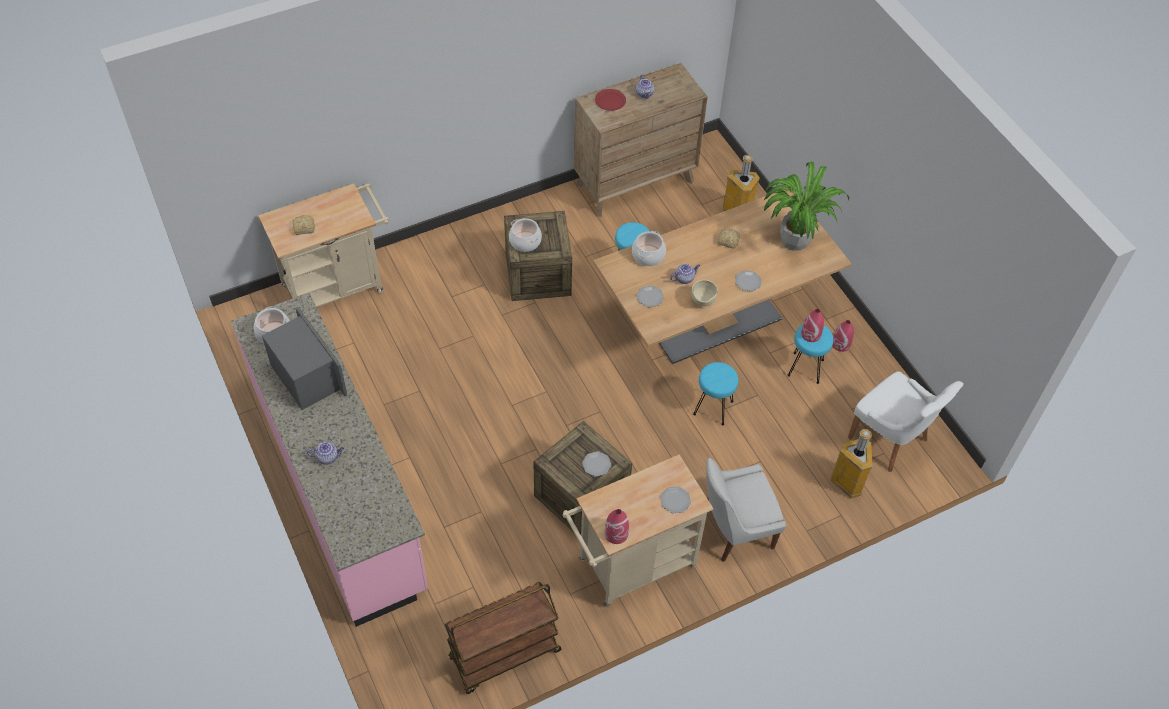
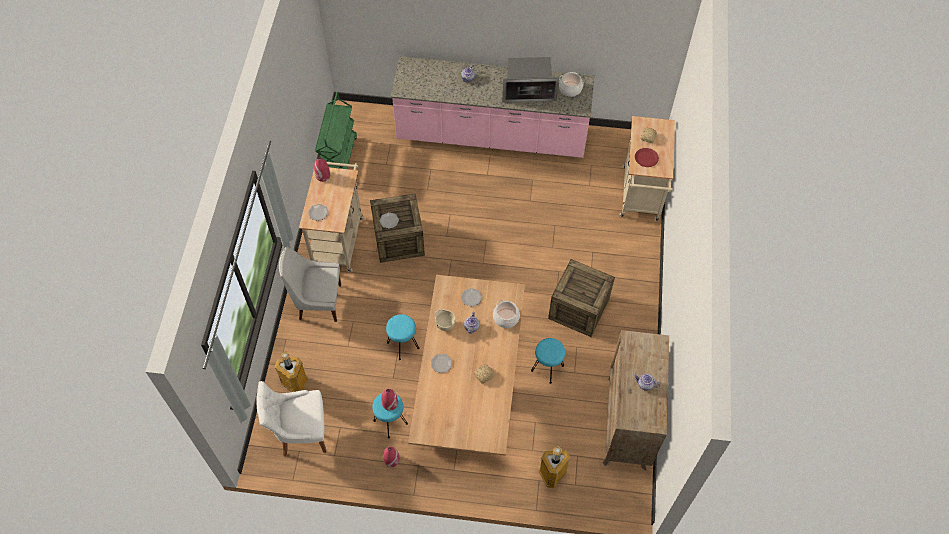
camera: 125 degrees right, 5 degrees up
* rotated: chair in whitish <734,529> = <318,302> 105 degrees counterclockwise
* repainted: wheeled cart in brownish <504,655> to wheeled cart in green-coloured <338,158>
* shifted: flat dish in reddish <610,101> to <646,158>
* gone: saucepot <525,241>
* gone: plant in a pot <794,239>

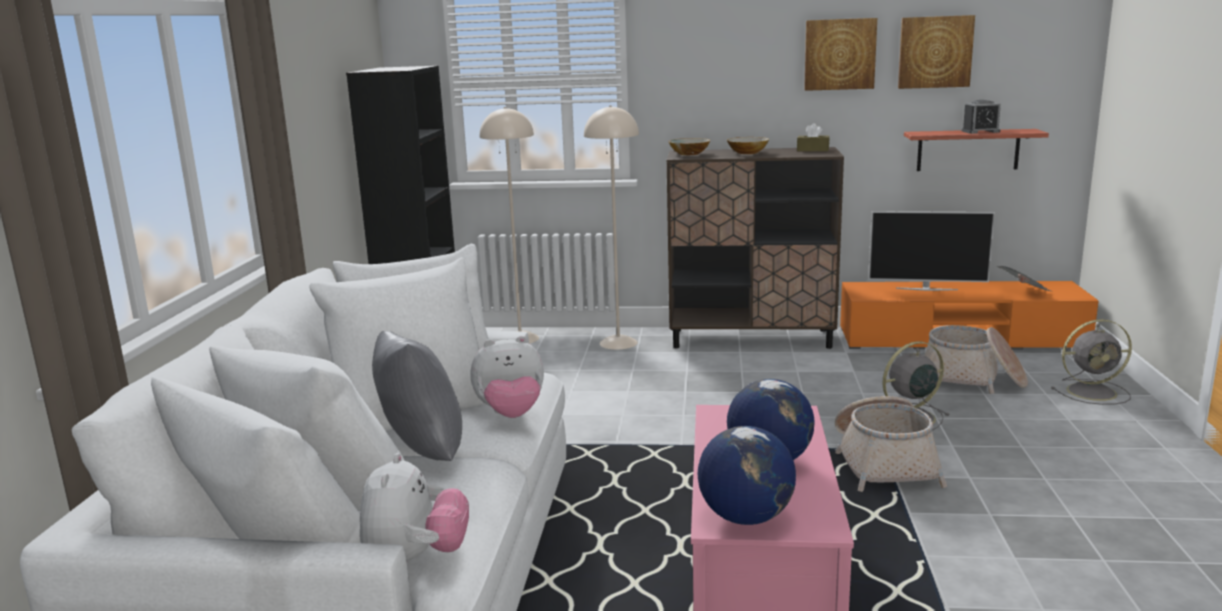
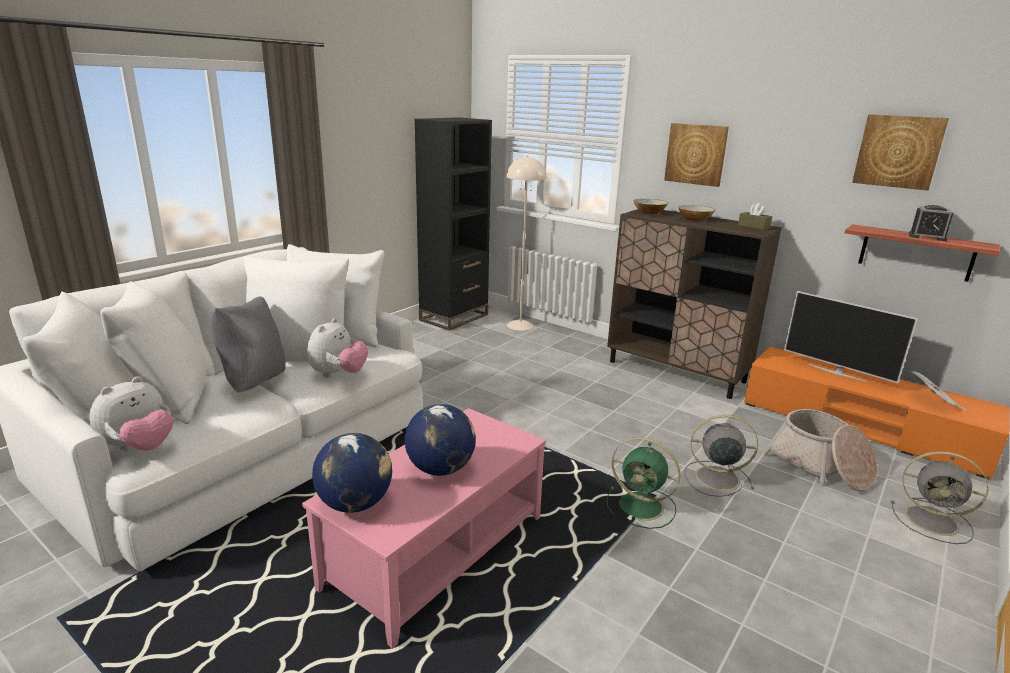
camera: 30 degrees right, 5 degrees up
* rotated: cuddly toy <511,414> = <338,374> 90 degrees counterclockwise
* swapped: basket <884,463> to cooling fan in green-coloured <642,506>
* shifted: picture <839,54> to <696,154>
* gone: standing lamp in beige-coloured <618,342>

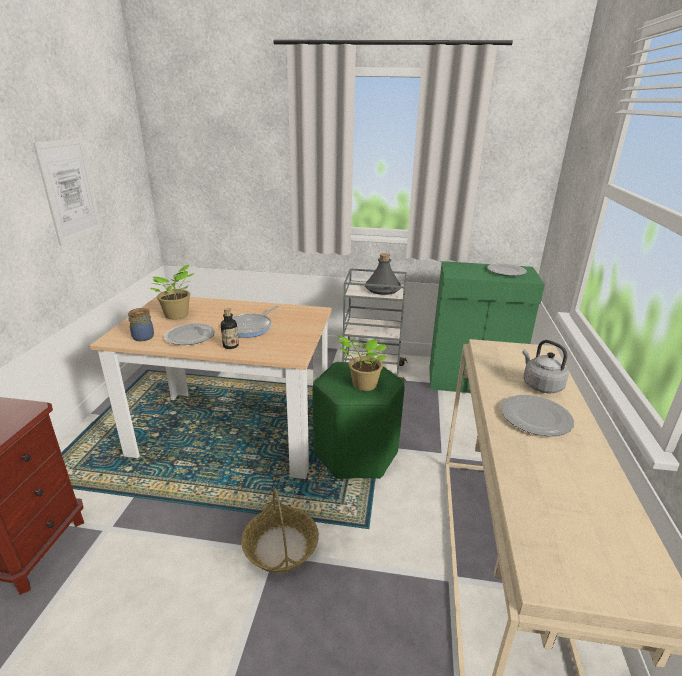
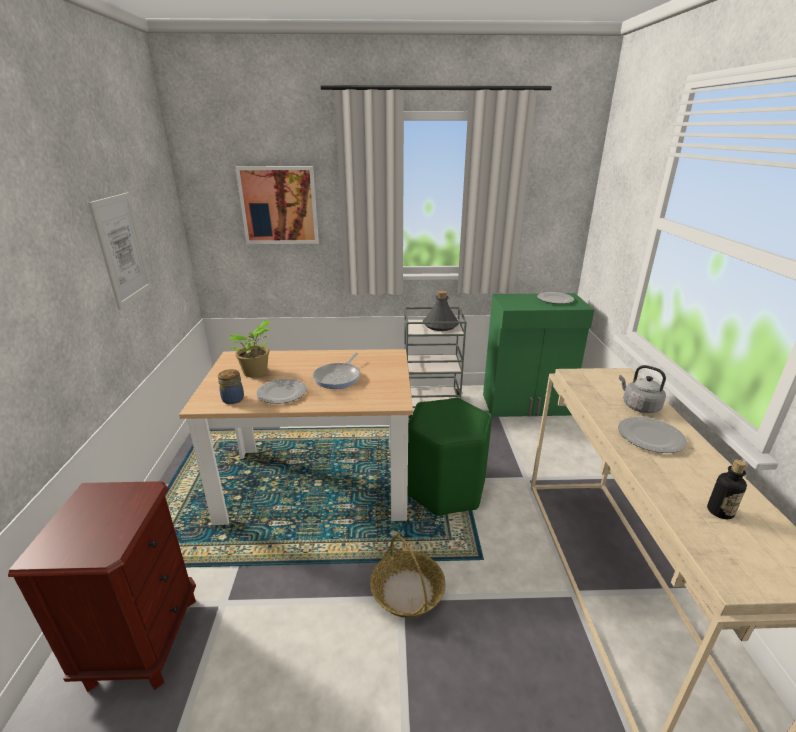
camera: 10 degrees left, 0 degrees up
* new: picture <279,205>
* shifted: bottle <230,346> to <720,511>
* gone: plant in a pot <362,385>

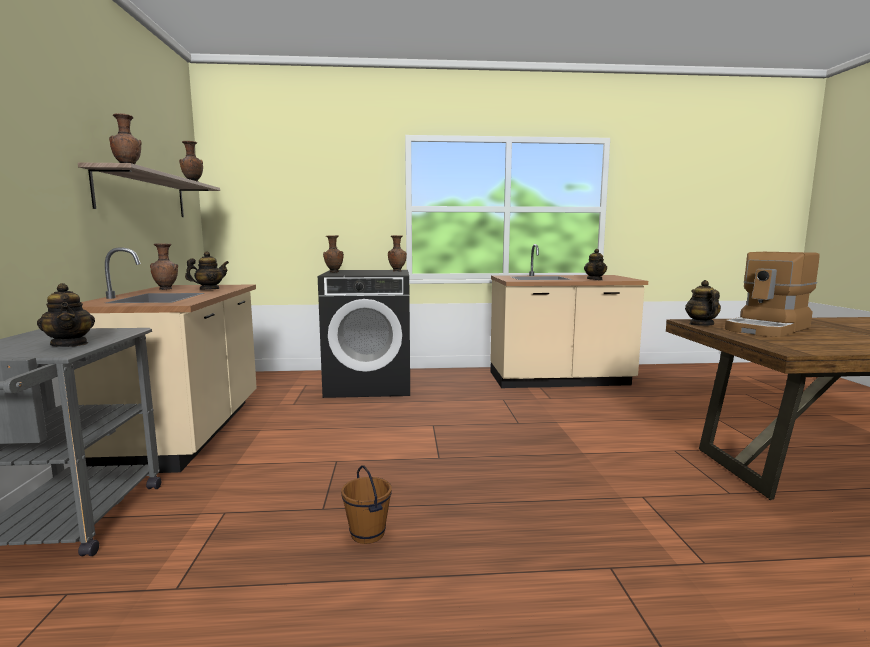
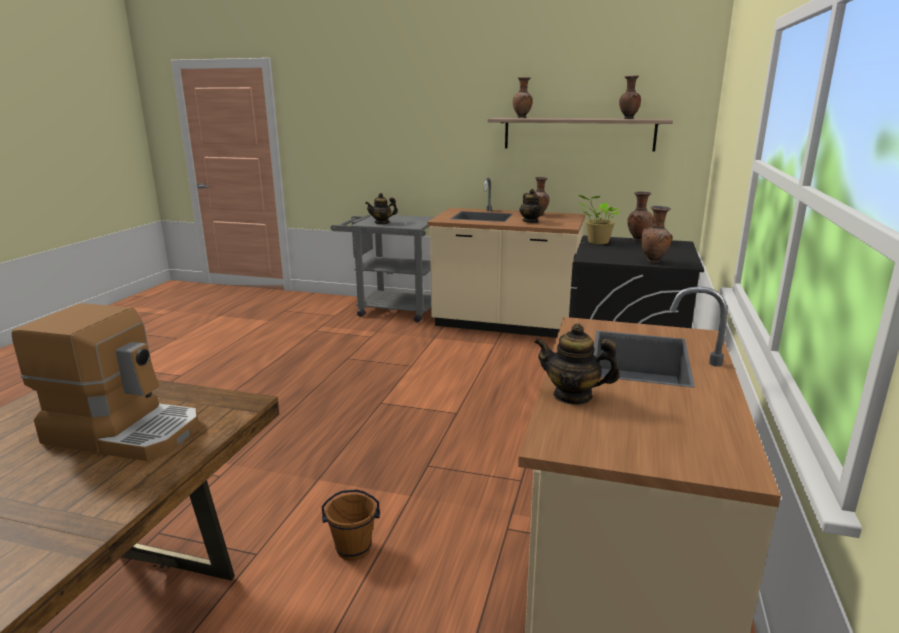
camera: 110 degrees right, 10 degrees up
* rotated: coffee machine <768,329> = <125,431> 120 degrees clockwise
* shifted: pail in brownish <367,534> to <353,548>
* new: plant in a pot <596,242>
* gone: teapot <701,324>

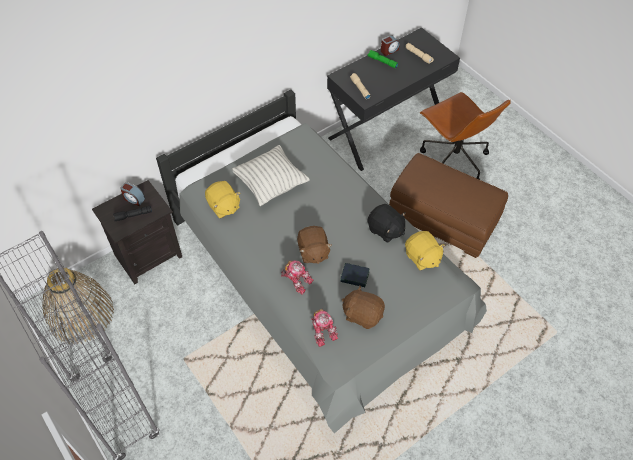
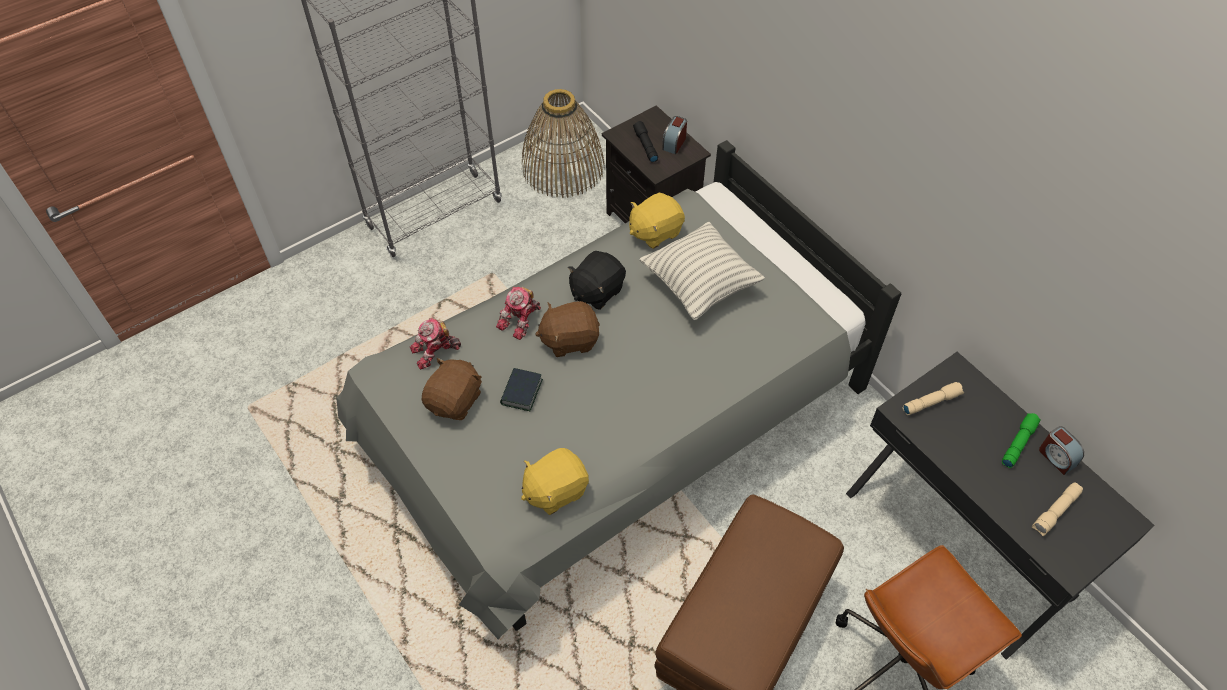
camera: 90 degrees right, 0 degrees up
* shifted: cuddly toy in black-coloured <385,230> to <596,291>

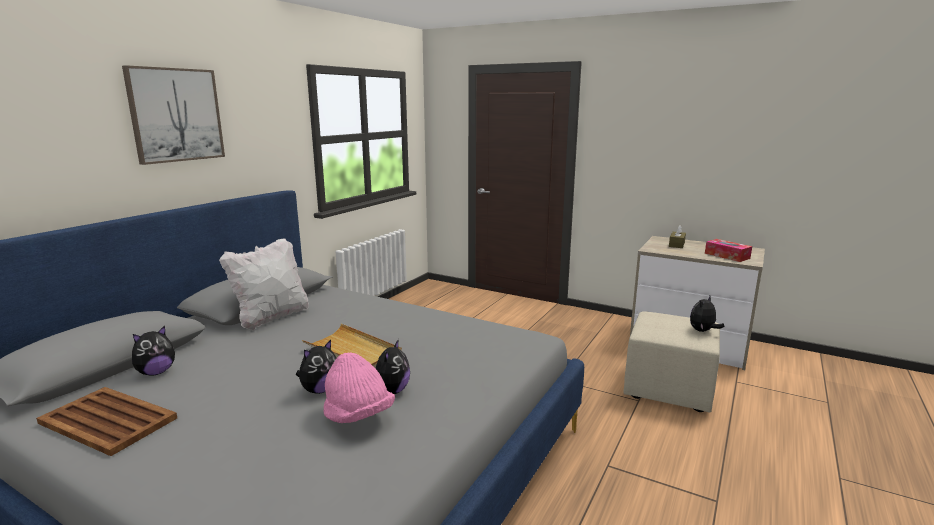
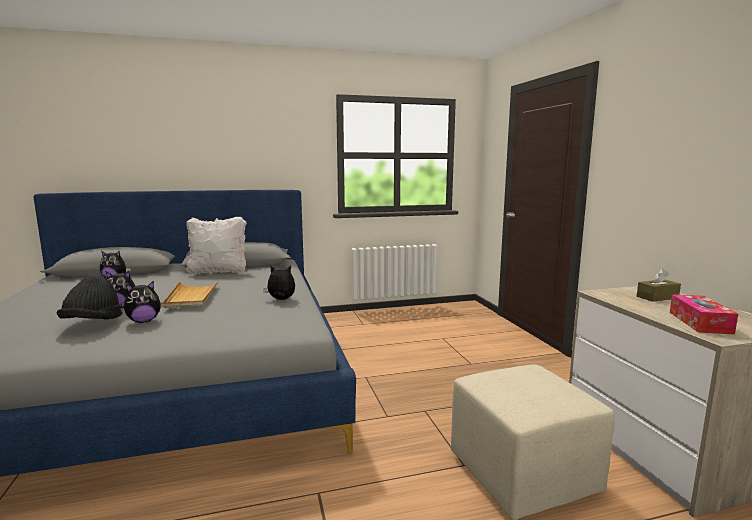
camera: 45 degrees right, 5 degrees down
* repainted: clothing hat in pink <358,415> to clothing hat in black-coloured <93,323>
* shifted: cuddly toy <703,331> to <281,300>
* gone: tray in brownish <108,421>
* gone: picture <176,115>

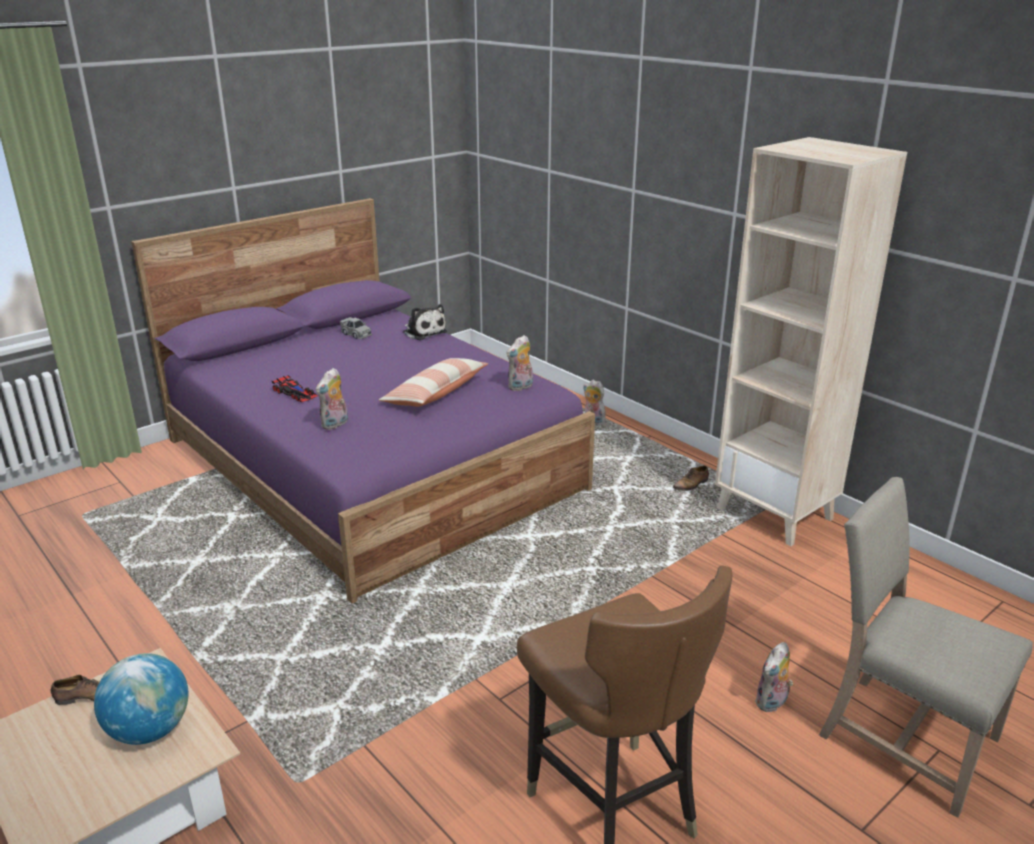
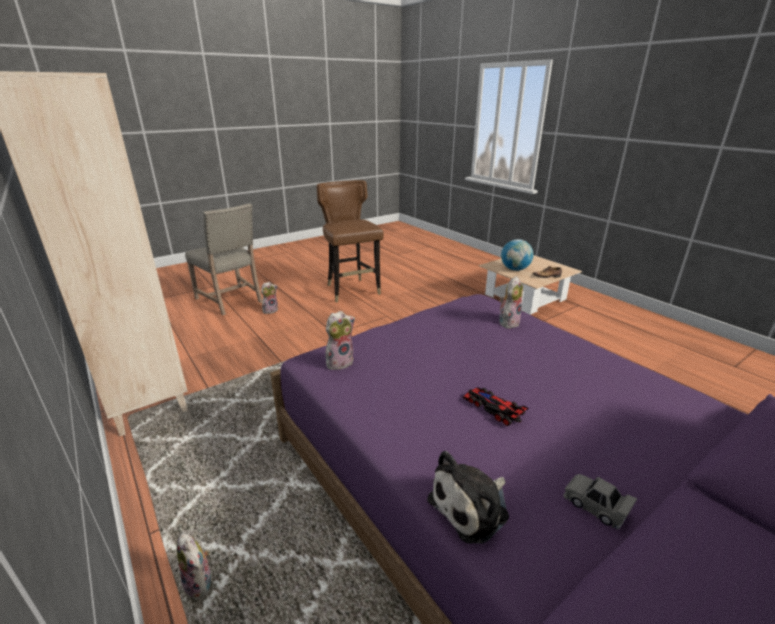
camera: 175 degrees left, 0 degrees up
* rotated: cuddly toy <423,332> = <472,507> 90 degrees counterclockwise
* shifted: model car <295,393> to <493,407>
* gone: throw pillow <435,393>
* gone: low shoe <691,485>

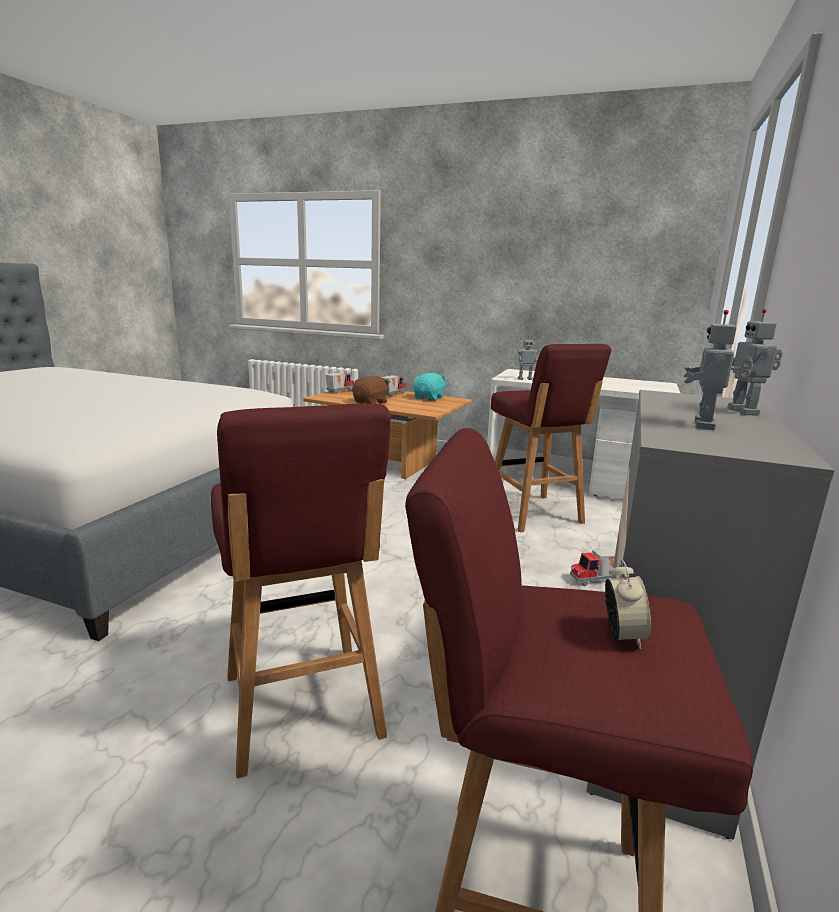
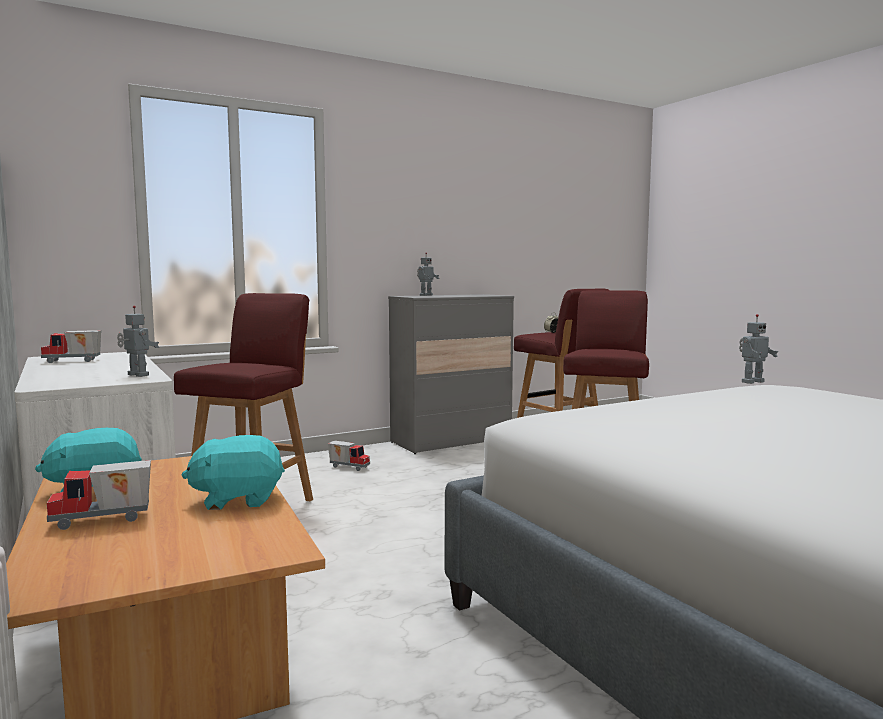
camera: 140 degrees left, 10 degrees down
* shifted: model truck <339,391> to <72,361>
* repainted: cuddly toy in brownish <371,403> to cuddly toy in turquoise <237,499>
* shifted: toy robot <706,425> to <751,382>

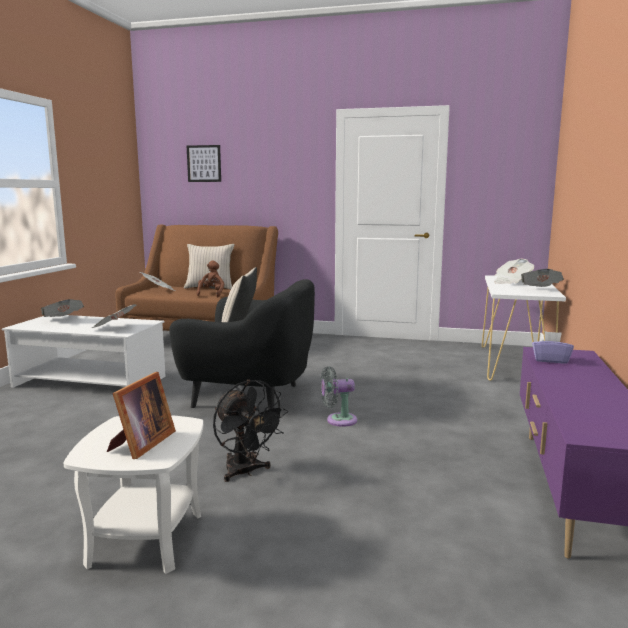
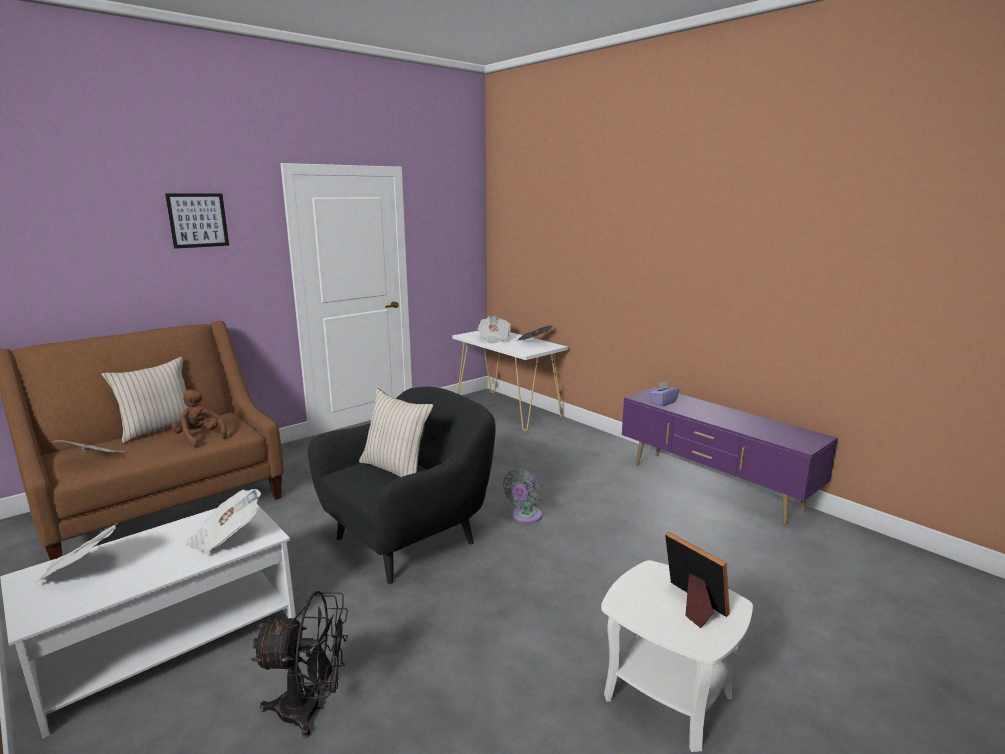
camera: 55 degrees left, 5 degrees up
* shifted: picture <204,163> to <198,220>
* shifted: cooling fan in black-coloured <246,472> to <311,709>

